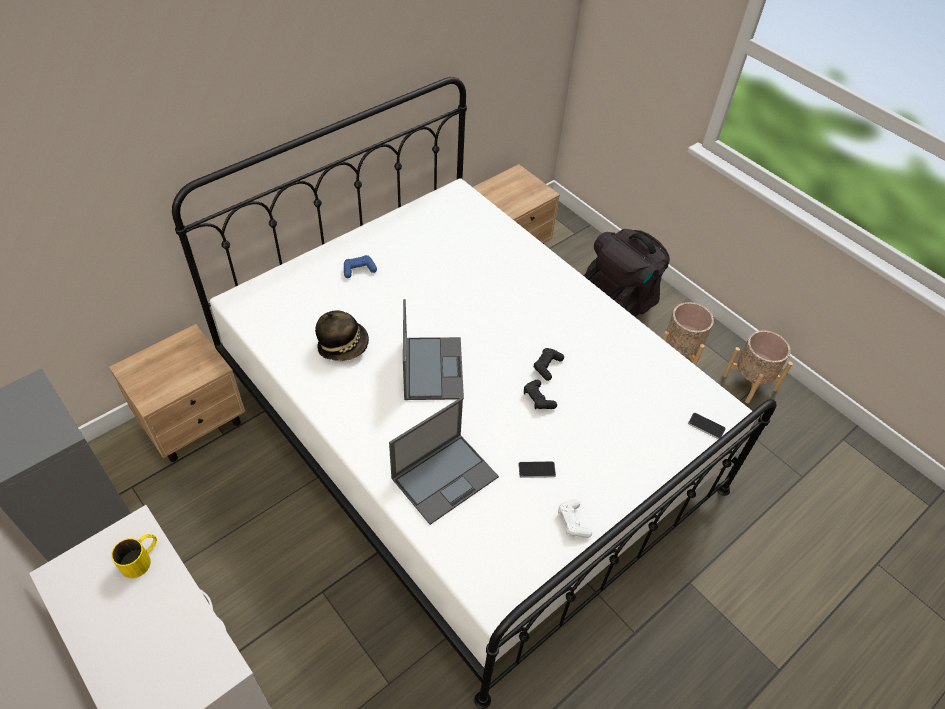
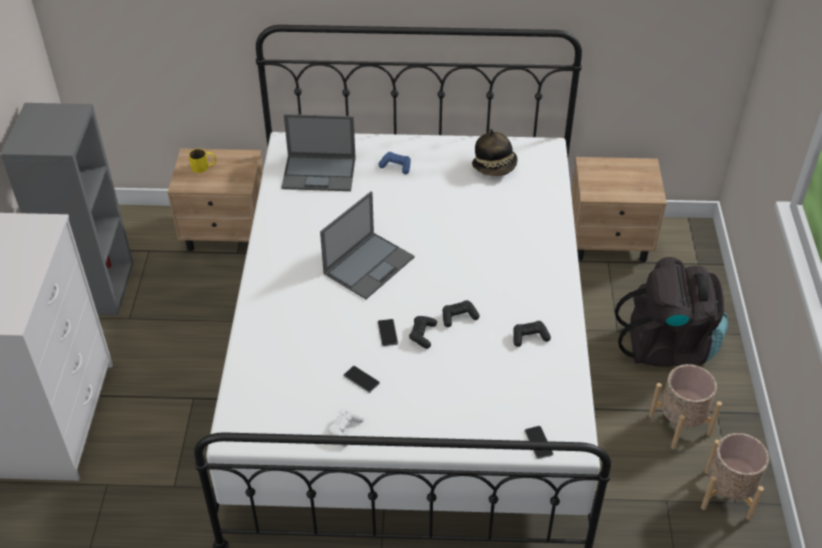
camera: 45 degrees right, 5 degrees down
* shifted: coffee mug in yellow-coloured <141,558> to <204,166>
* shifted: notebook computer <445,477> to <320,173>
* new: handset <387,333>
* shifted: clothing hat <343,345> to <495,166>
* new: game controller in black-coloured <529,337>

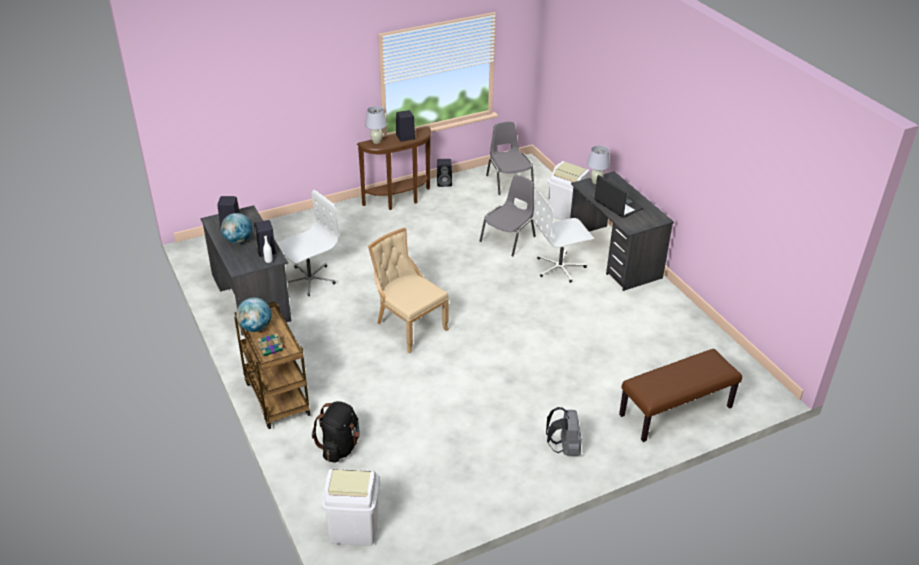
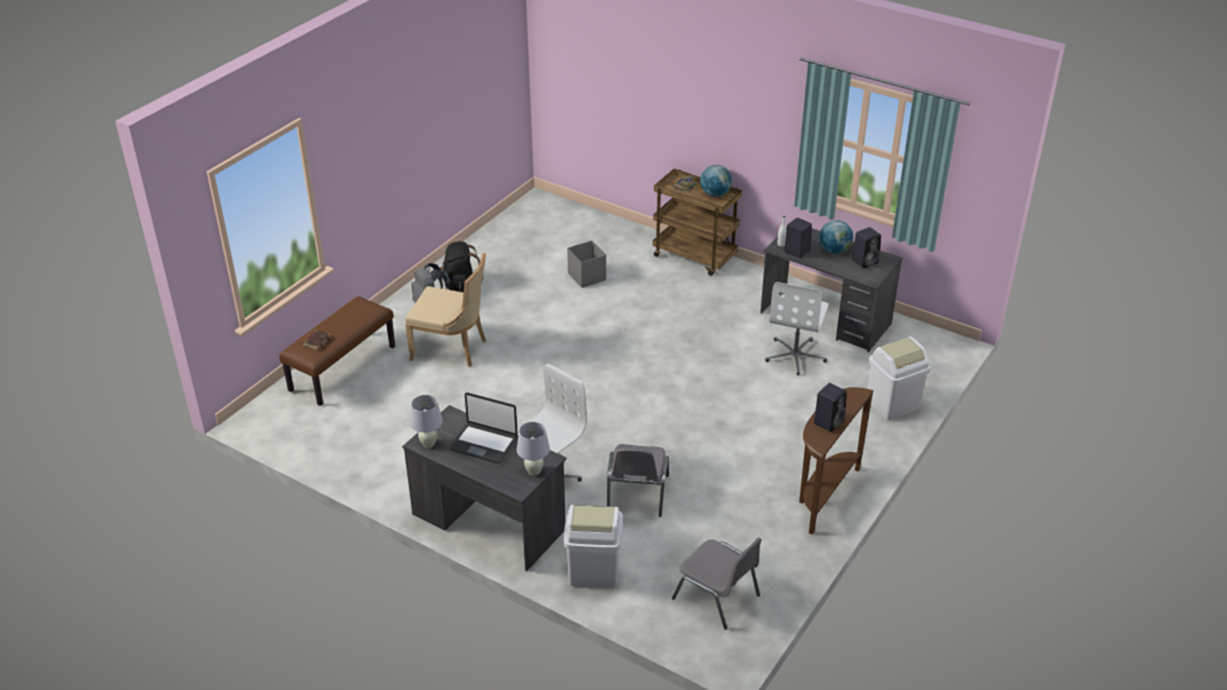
camera: 150 degrees right, 0 degrees up
* new: bound book in brownish <316,341>
* shifted: chair in beige-coloured <408,326> to <452,349>
* shifted: lamp for a table in whitish <376,141> to <428,444>
* shifted: backpack in black-coloured <340,447> to <460,286>
* new: storage bin in grey <587,276>
* shifted: trash can in whitish <354,528> to <892,404>
* gone: speaker in black-coloured <445,183>

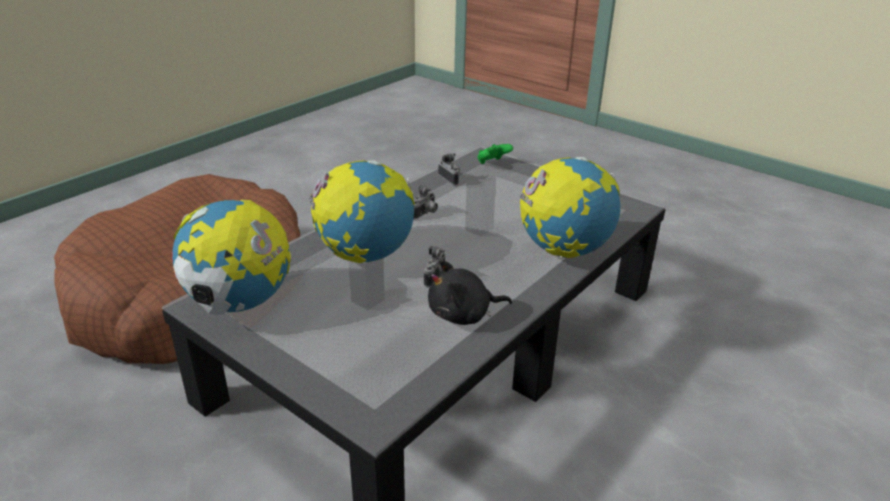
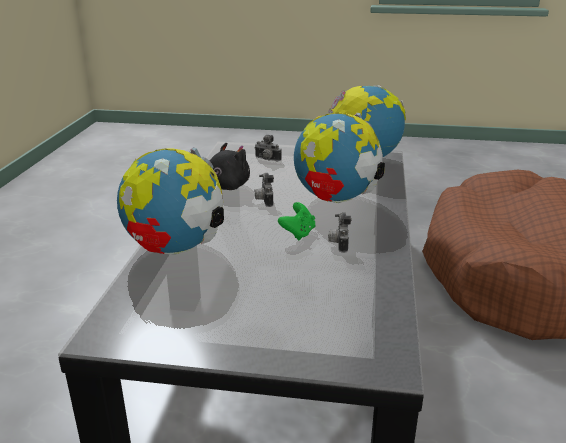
camera: 150 degrees right, 5 degrees down
* shifted: photo camera <451,179> to <266,160>
* shifted: game controller in green-coloured <492,163> to <298,233>

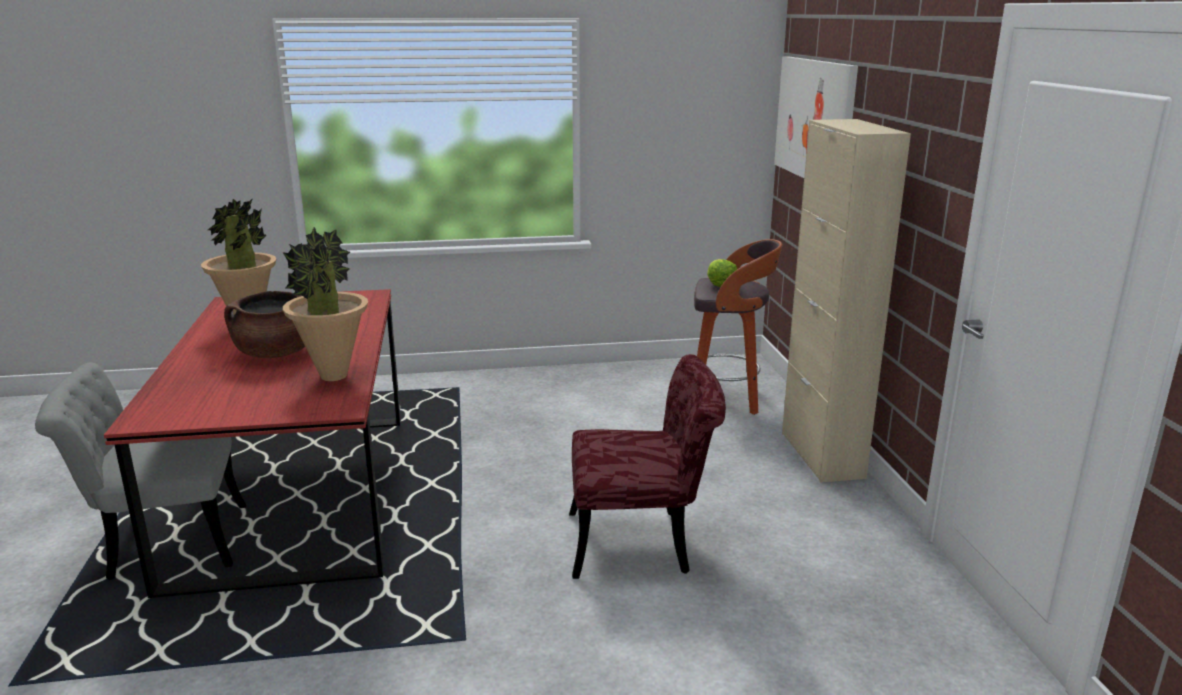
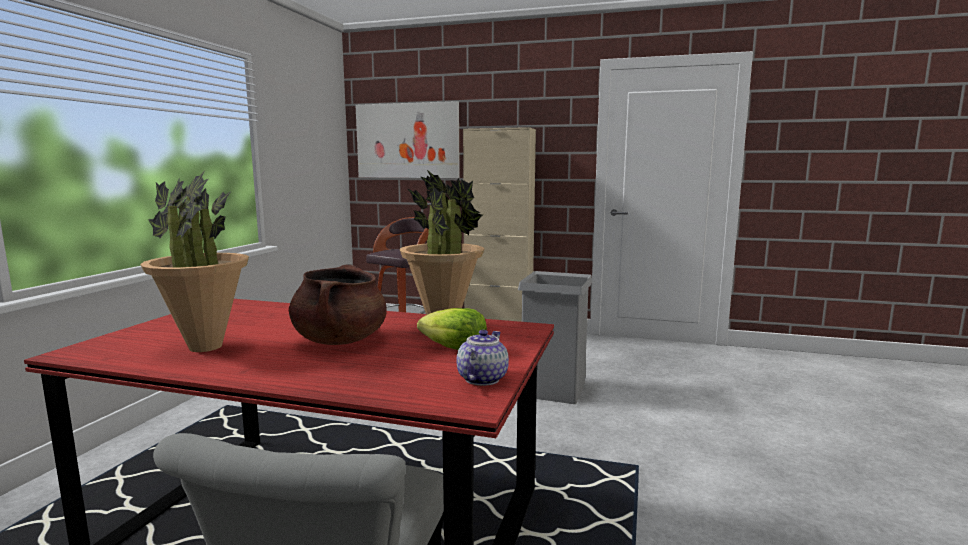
camera: 65 degrees left, 10 degrees down
* shifted: head of lettuce <720,284> to <454,348>
* new: teapot <481,379>
* swapped: chair in reddish <643,542> to trash can in grey <553,389>

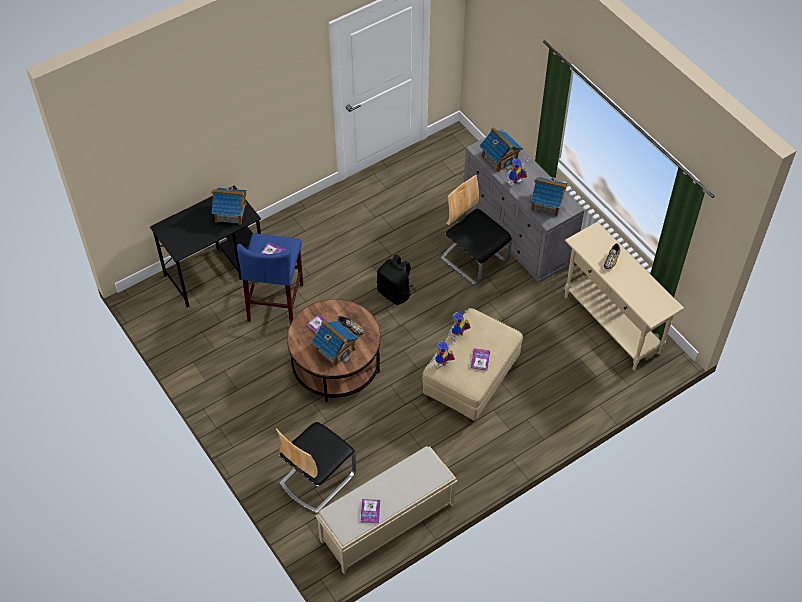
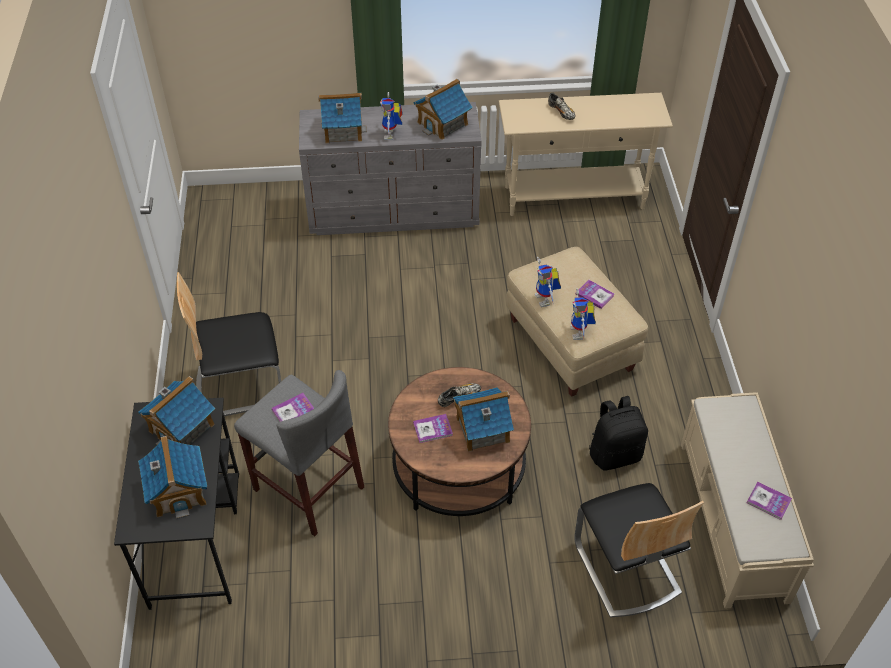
camera: 60 degrees left, 5 degrees down
* new: miniature house <178,491>
* shifted: chair <474,260> to <240,385>
* repainted: stool seat in blue-coloured <276,302> to stool seat in grey <308,488>
* shifted: backpack in black-coloured <395,293> to <615,454>

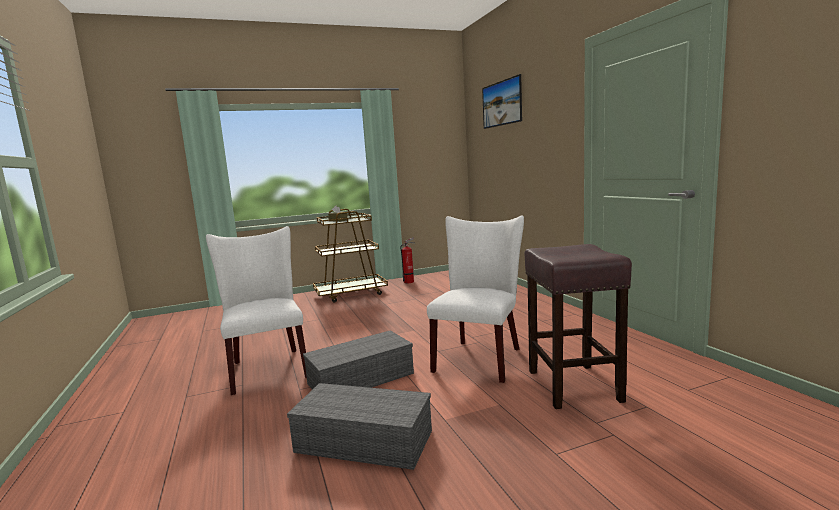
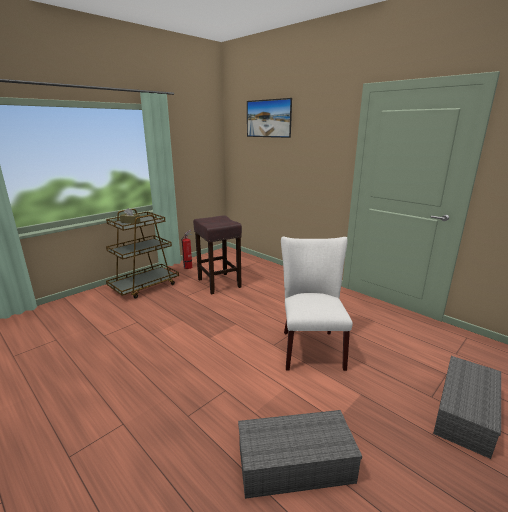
camera: 25 degrees left, 10 degrees up
* shifted: stool seat in brownish <572,385> to <218,283>
* shifted: storage bin in grey <362,377> to <464,411>
* gone: chair in whitish <267,367>

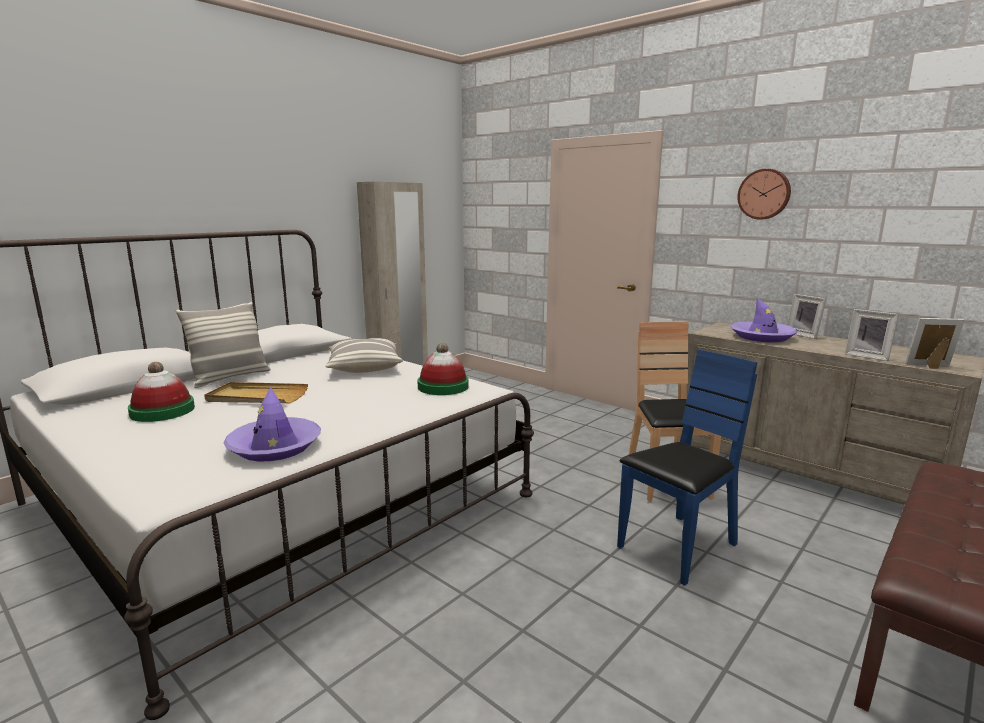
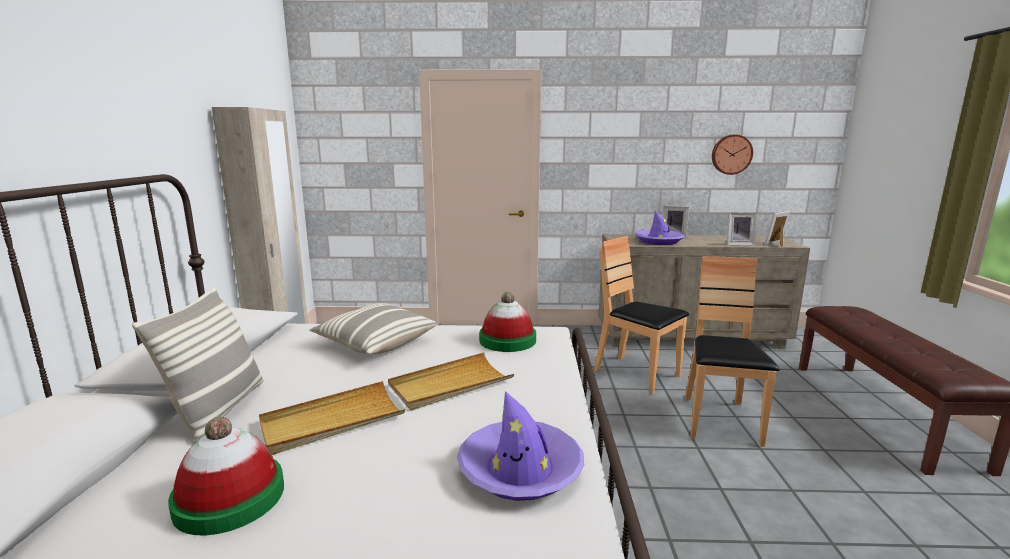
camera: 40 degrees left, 0 degrees up
* new: tray in beige-coloured <450,385>
* repainted: chair in blue-coloured <678,547> to chair in brownish <719,421>
* shifted: hanging clock <764,194> to <731,154>

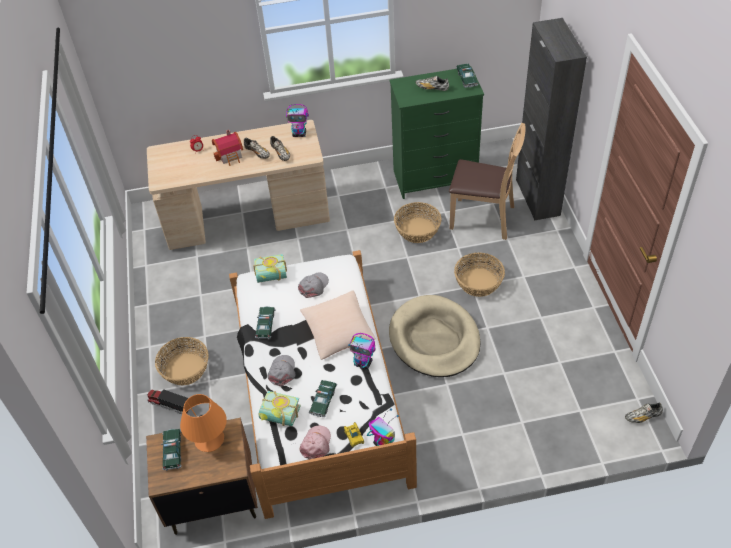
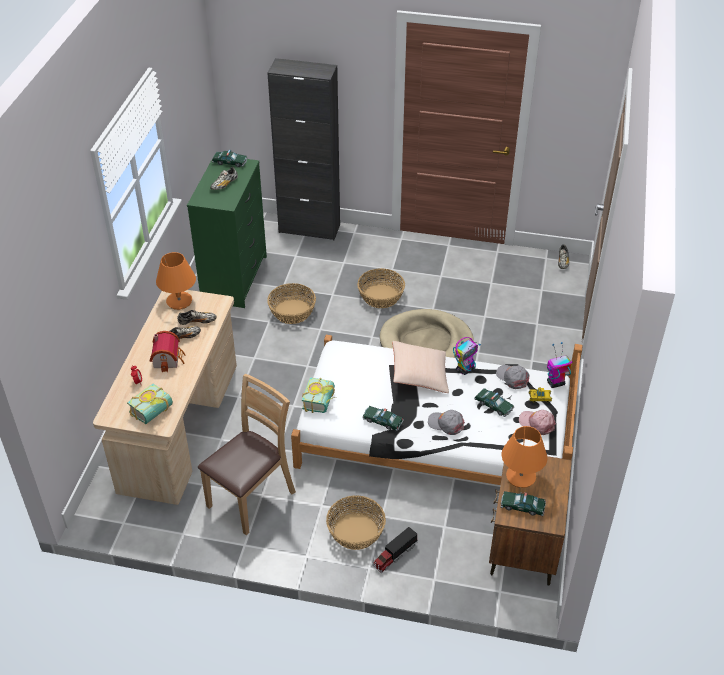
camera: 70 degrees left, 5 degrees down
* shifted: bound book <279,418> to <154,413>
* swapped: toy robot <299,134> to lamp for a table in orangey <179,301>
* shifted: chair in brownish <483,218> to <251,498>
* shifted: cap in grey <314,286> to <512,378>

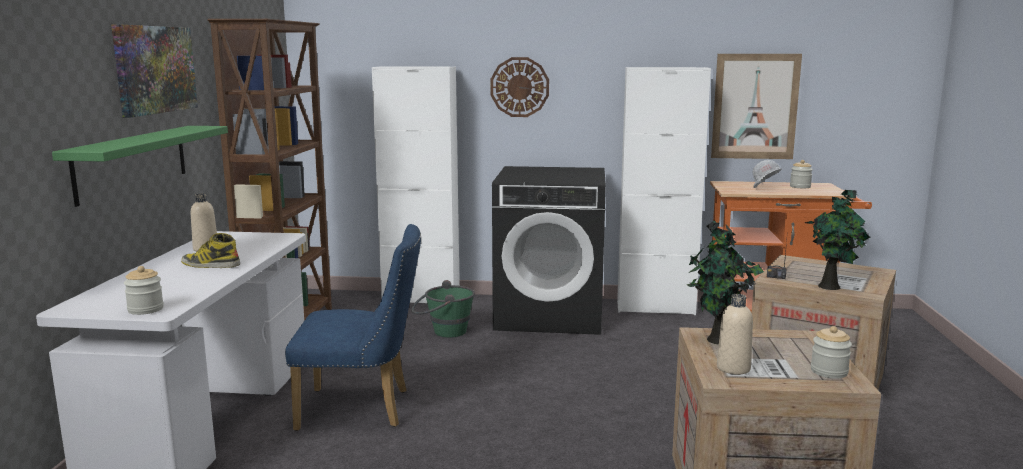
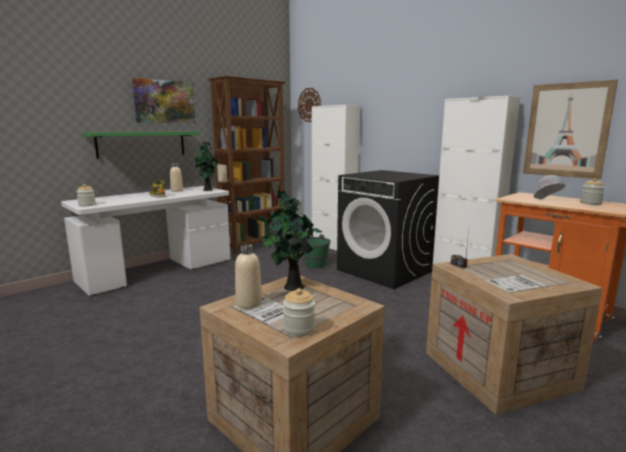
camera: 40 degrees right, 0 degrees up
* shifted: plant in a pot <831,286> to <208,190>
* shifted: hanging clock <519,87> to <309,105>
* gone: chair in blue-coloured <363,409>

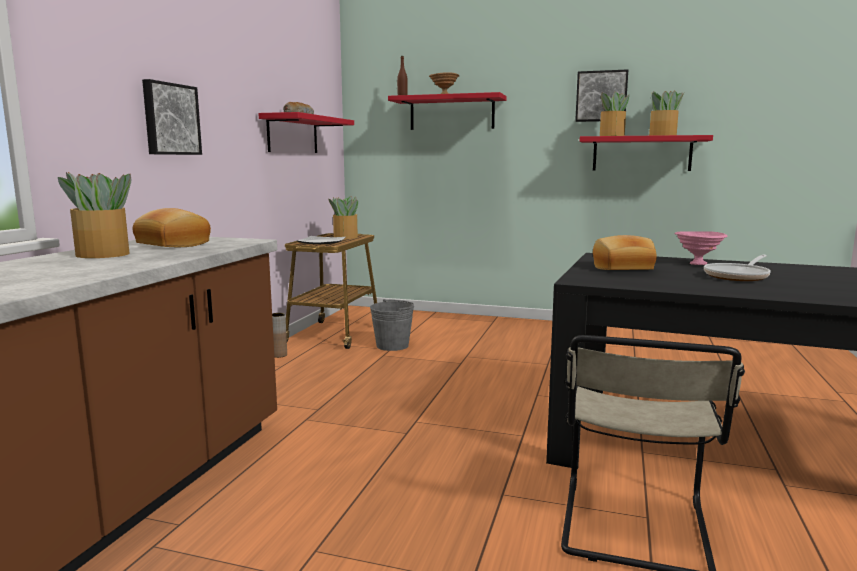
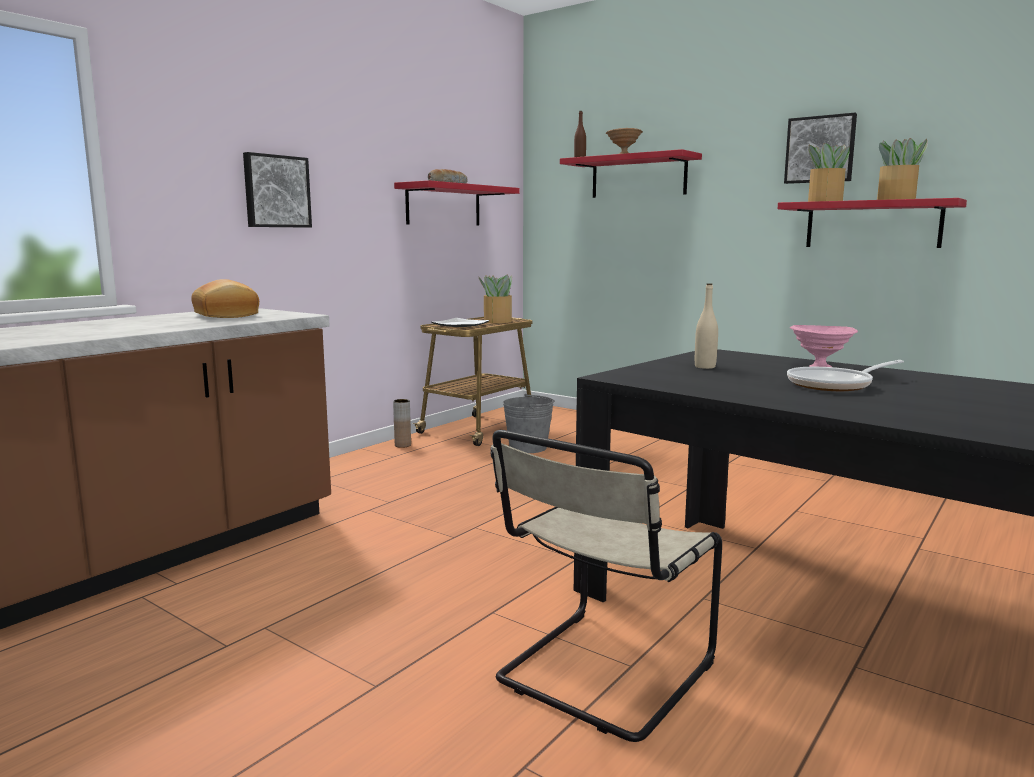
camera: 20 degrees right, 0 degrees up
* swapped: baked bread <623,268> to bottle in beige-coloured <705,367>
* gone: plant in a pot <103,254>

